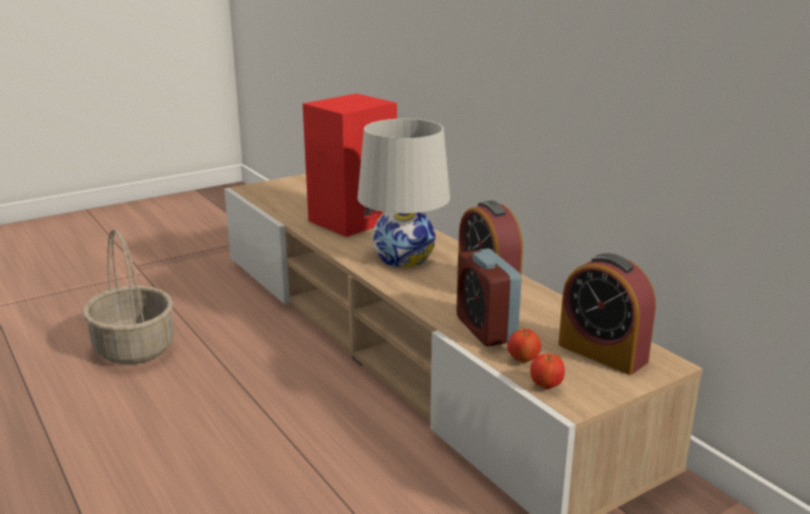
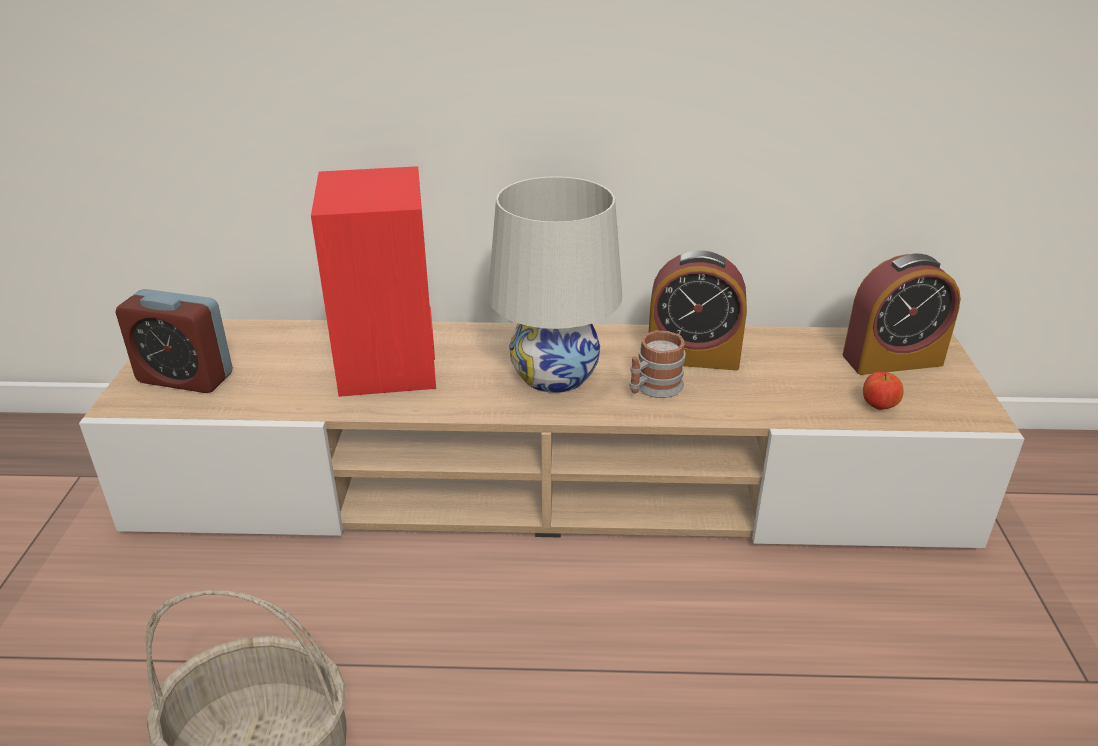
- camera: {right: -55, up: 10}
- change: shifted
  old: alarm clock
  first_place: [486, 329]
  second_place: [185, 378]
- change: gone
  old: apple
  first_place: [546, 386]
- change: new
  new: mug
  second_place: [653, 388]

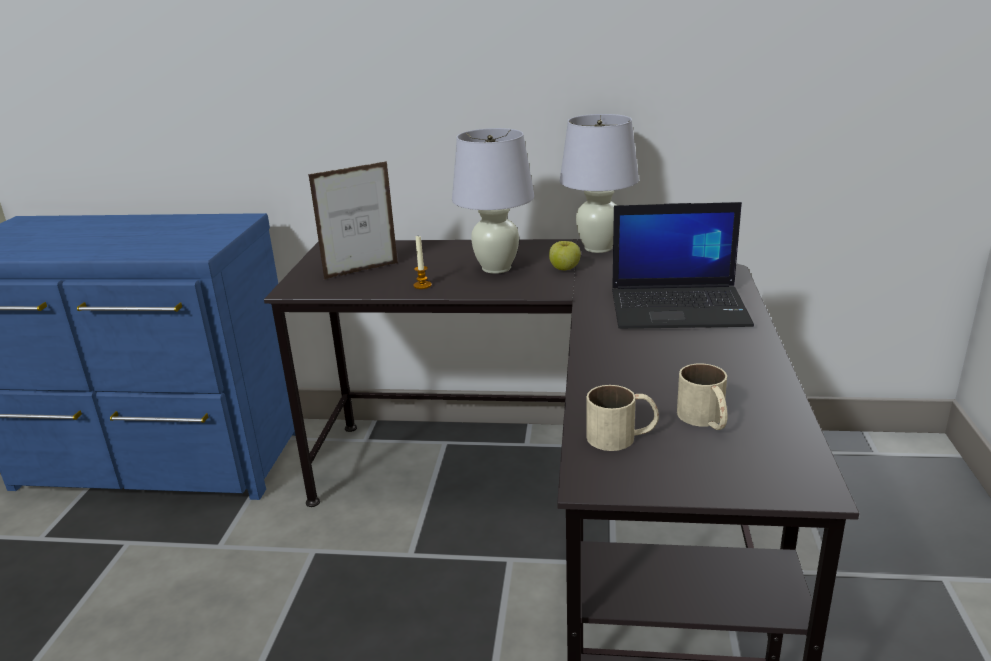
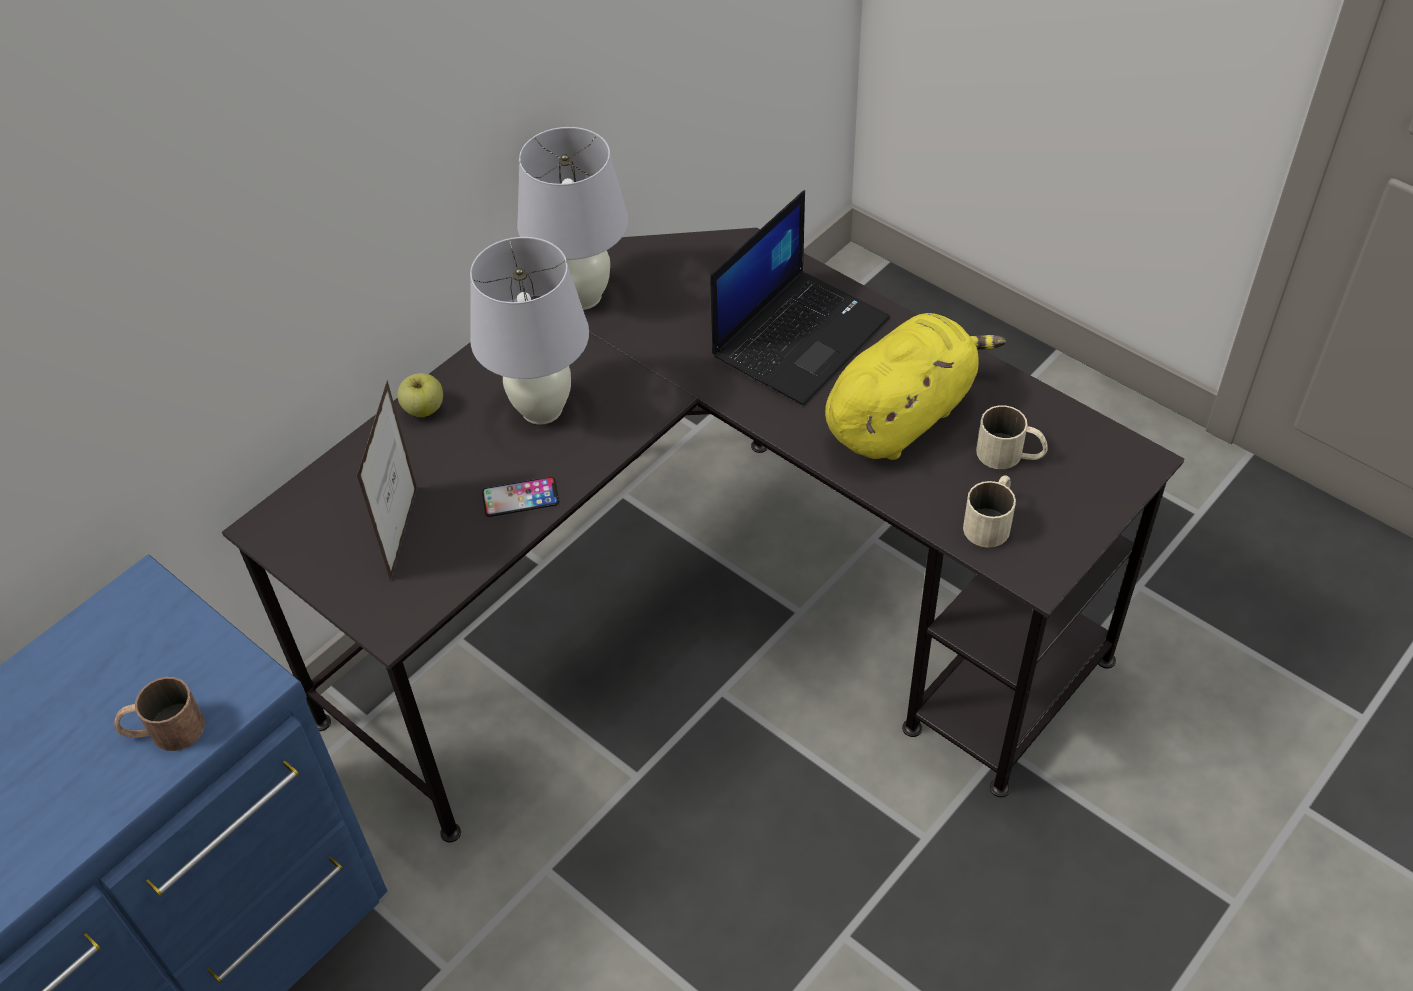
- camera: {right: -55, up: 25}
- change: swapped
  old: candle
  new: phone
  first_place: [422, 285]
  second_place: [520, 497]
- change: shifted
  old: apple
  first_place: [565, 268]
  second_place: [424, 409]
- change: new
  new: brown mug
  second_place: [164, 731]
- change: new
  new: yellow plush toy
  second_place: [902, 415]

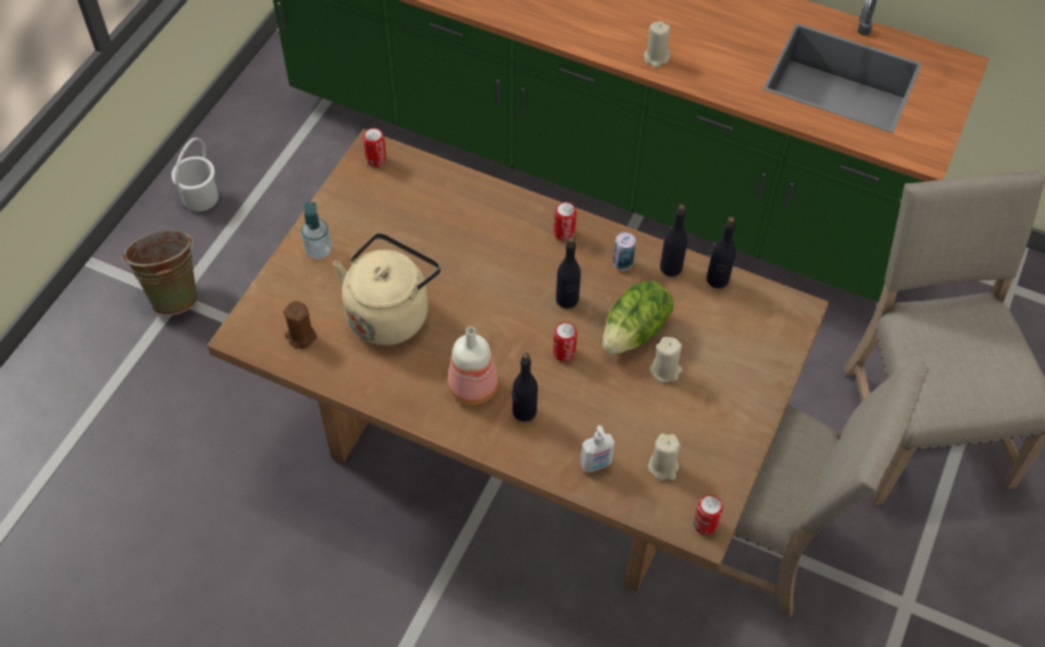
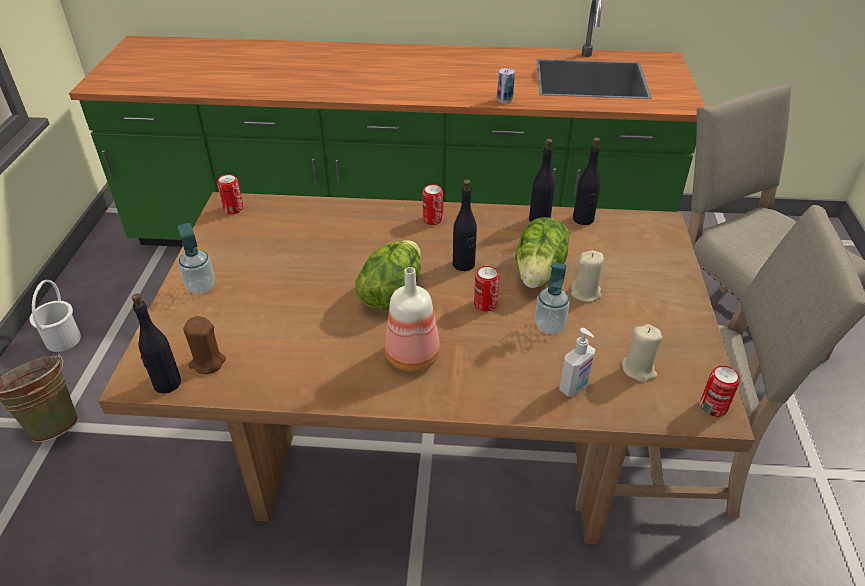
- camera: {right: -20, up: -15}
- change: gone
  old: beige kettle
  first_place: [390, 312]
- change: shifted
  old: black bottle
  first_place: [524, 411]
  second_place: [167, 384]
- change: shifted
  old: can
  first_place: [622, 263]
  second_place: [504, 100]
- change: gone
  old: beige candle
  first_place: [656, 57]
- change: new
  new: lettuce
  second_place: [390, 293]
- change: new
  new: soap dispenser
  second_place: [549, 326]

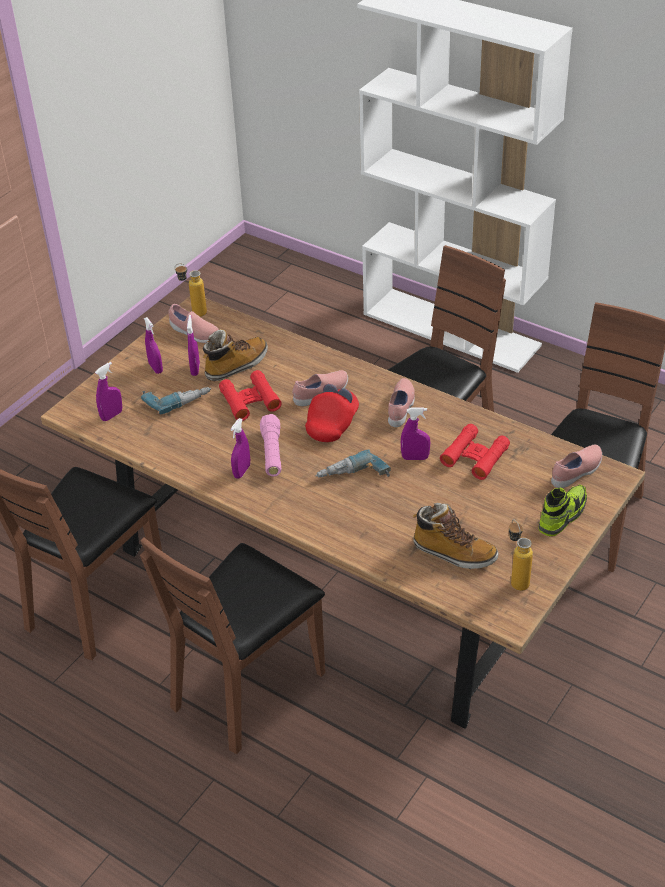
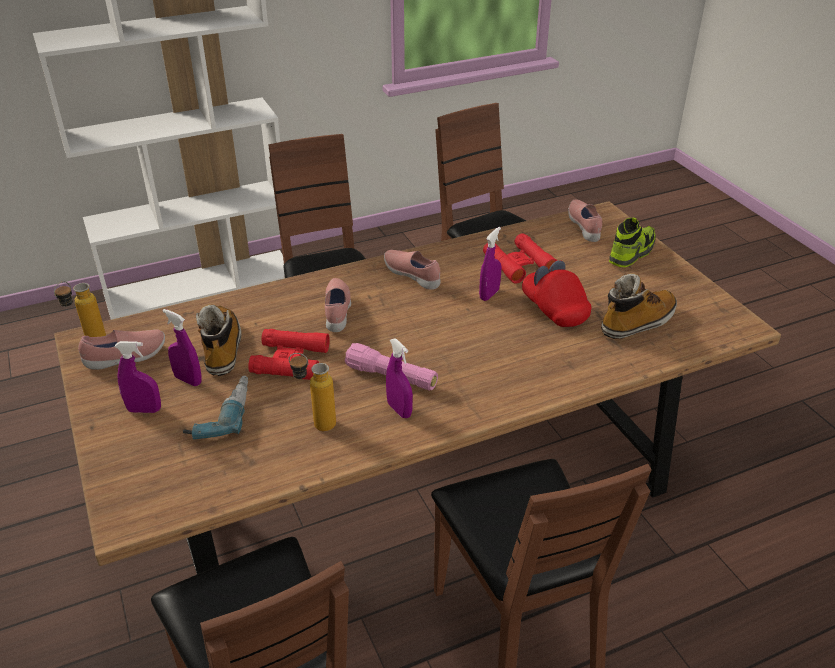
- camera: {right: -60, up: -5}
- change: gone
  old: purple spray bottle
  first_place: [112, 415]
- change: shifted
  old: red cap
  first_place: [332, 424]
  second_place: [554, 309]
- change: gone
  old: power drill
  first_place: [353, 478]
- change: shifted
  old: bottle
  first_place: [516, 579]
  second_place: [316, 424]
- change: rotated
  old: shoe
  first_place: [562, 515]
  second_place: [631, 253]
  degrees: 60

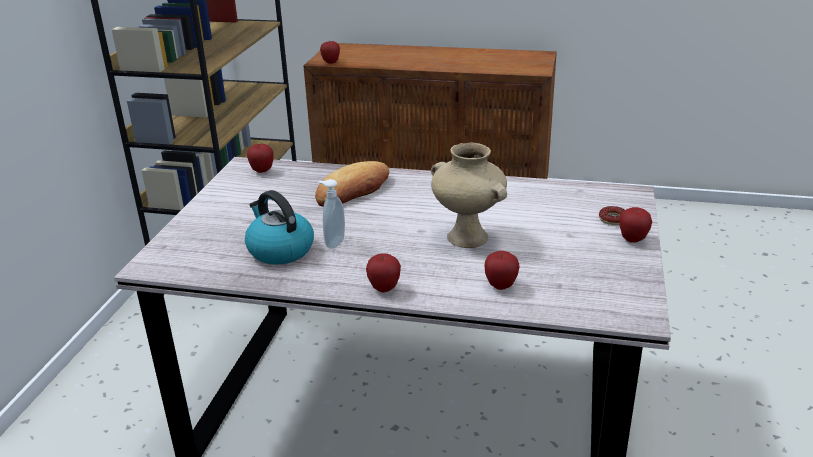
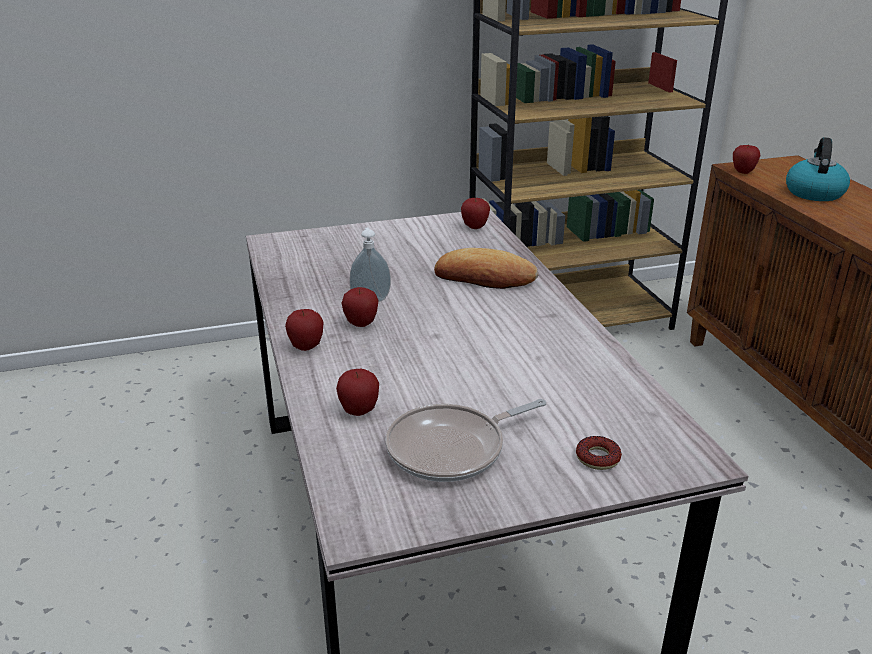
- camera: {right: 60, up: 0}
- change: shifted
  old: kettle
  first_place: [279, 250]
  second_place: [813, 192]
- change: gone
  old: beige vase
  first_place: [469, 237]
- change: shifted
  old: apple
  first_place: [633, 240]
  second_place: [361, 324]
- change: new
  new: frying pan
  second_place: [452, 449]

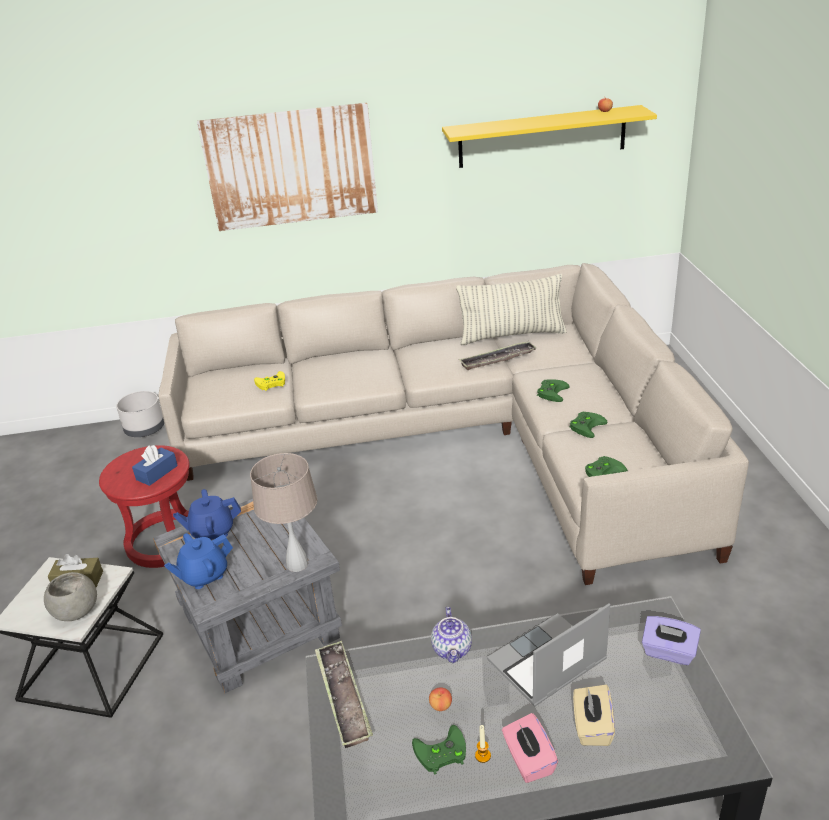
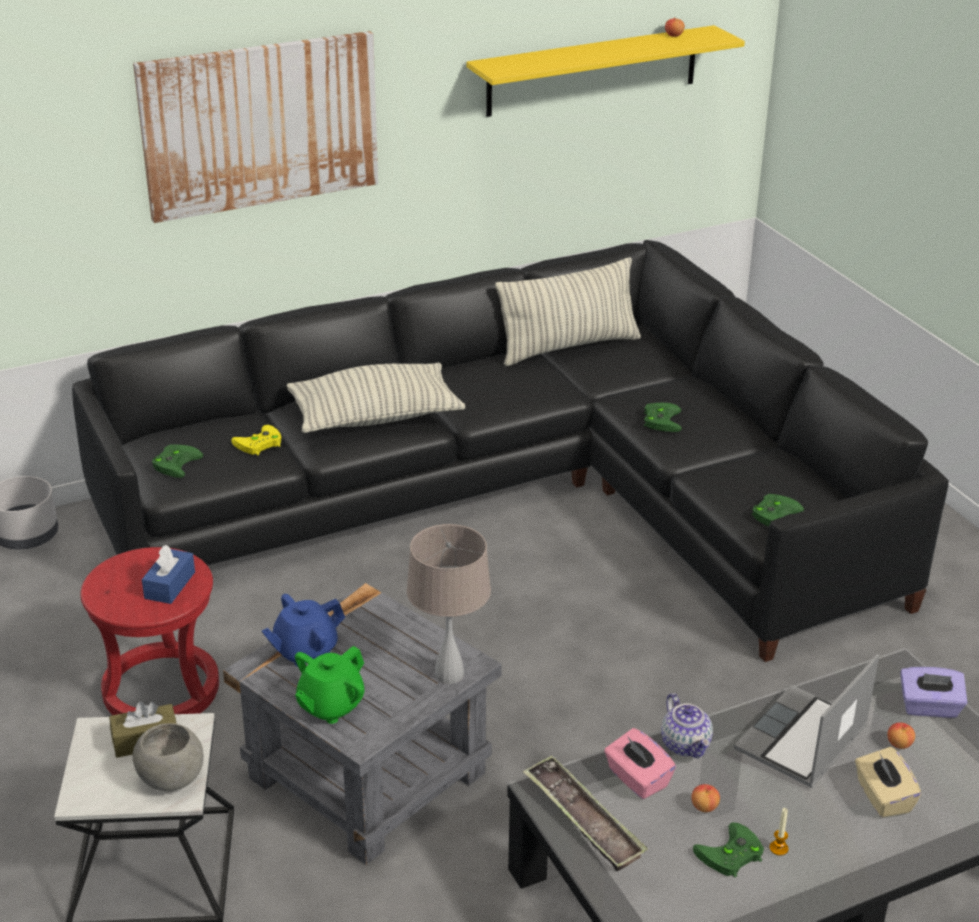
- camera: {right: -20, up: 0}
- change: repainted
  old: beige sofa
  new: black sofa
  first_place: [463, 438]
  second_place: [523, 498]
- change: repainted
  old: blue teapot
  new: green teapot
  first_place: [204, 575]
  second_place: [330, 706]
- change: gone
  old: tray
  first_place: [497, 359]
- change: shifted
  old: pink tissue box
  first_place: [528, 760]
  second_place: [637, 779]
- change: shifted
  old: green game controller
  first_place: [586, 425]
  second_place: [175, 462]
- change: new
  new: pillow
  second_place: [375, 417]
- change: new
  new: apple
  second_place: [899, 744]

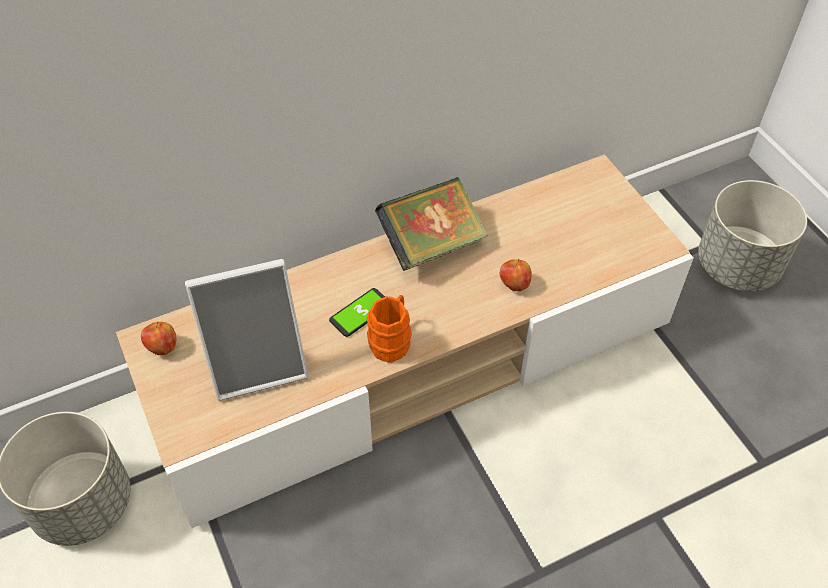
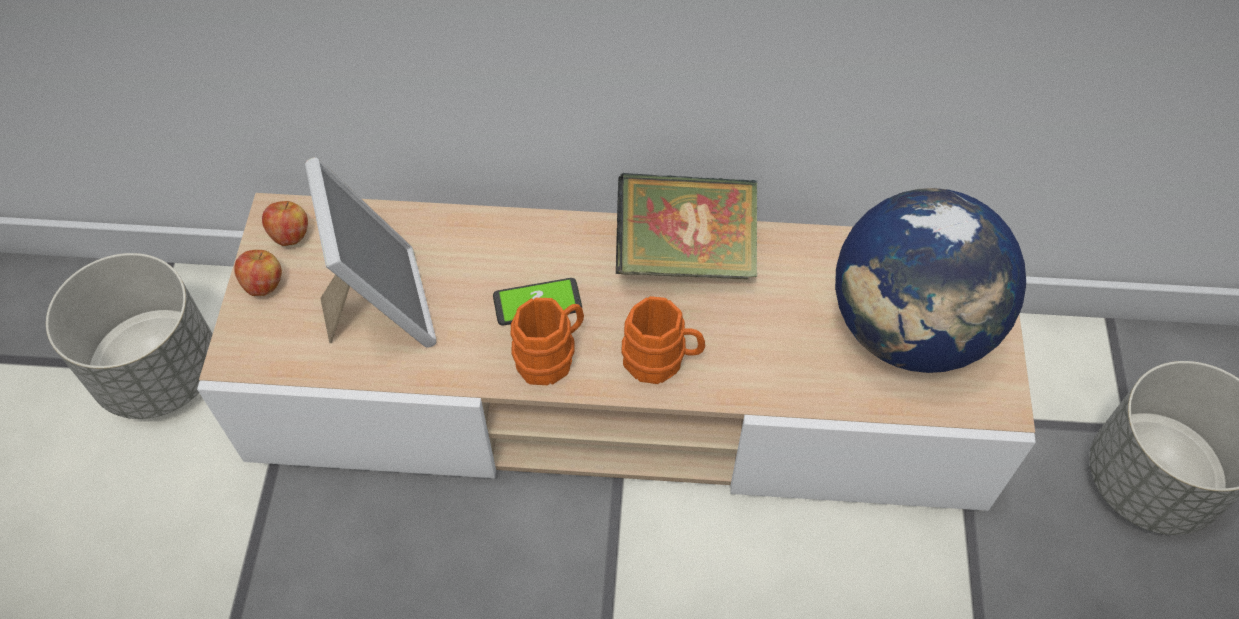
- camera: {right: 30, up: 5}
- change: rotated
  old: picture frame
  first_place: [258, 363]
  second_place: [379, 306]
  degrees: -120
- change: shifted
  old: apple
  first_place: [514, 284]
  second_place: [264, 284]
- change: new
  new: orange mug
  second_place: [662, 360]
- change: new
  new: globe
  second_place: [909, 329]

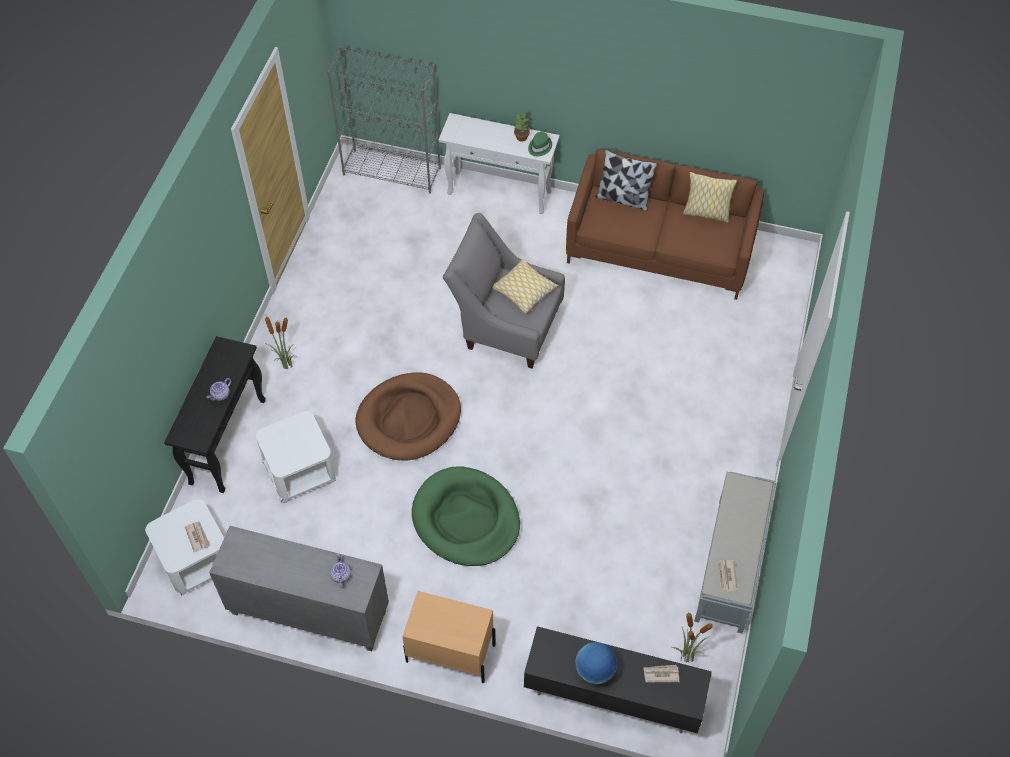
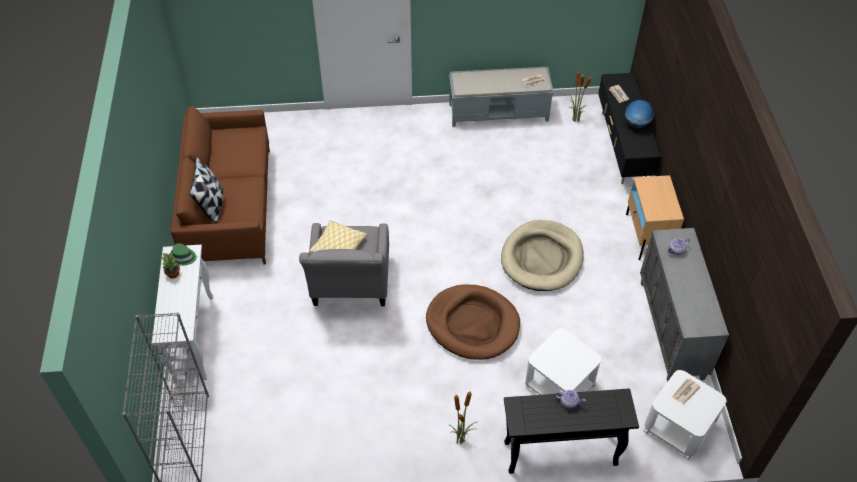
- camera: {right: -110, up: -5}
- change: repainted
  old: green dog bed
  new: beige dog bed
  first_place: [466, 519]
  second_place: [542, 258]
- change: gone
  old: pillow
  first_place: [706, 213]

